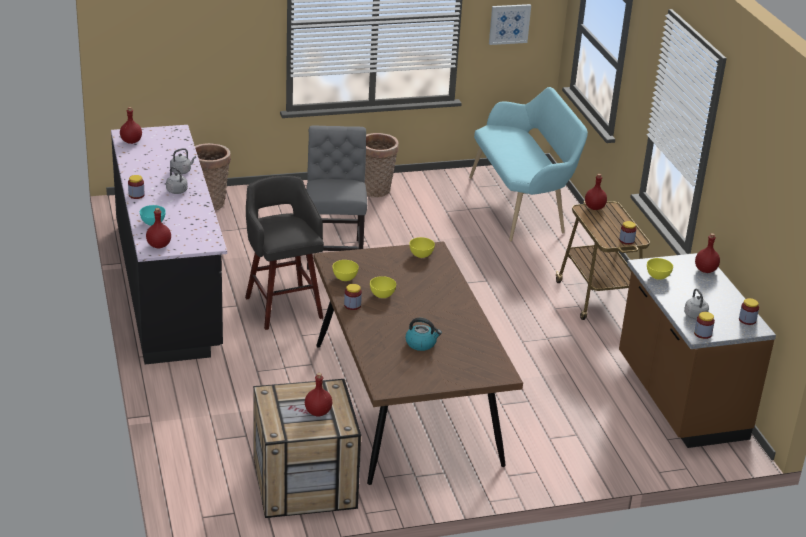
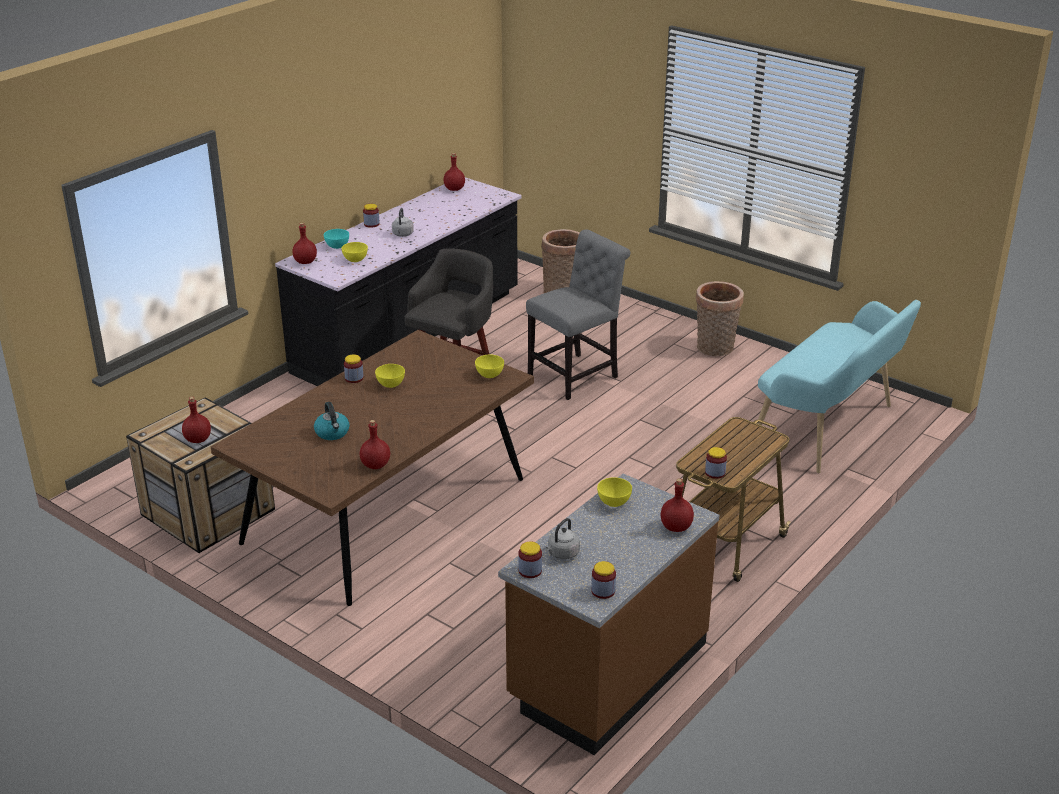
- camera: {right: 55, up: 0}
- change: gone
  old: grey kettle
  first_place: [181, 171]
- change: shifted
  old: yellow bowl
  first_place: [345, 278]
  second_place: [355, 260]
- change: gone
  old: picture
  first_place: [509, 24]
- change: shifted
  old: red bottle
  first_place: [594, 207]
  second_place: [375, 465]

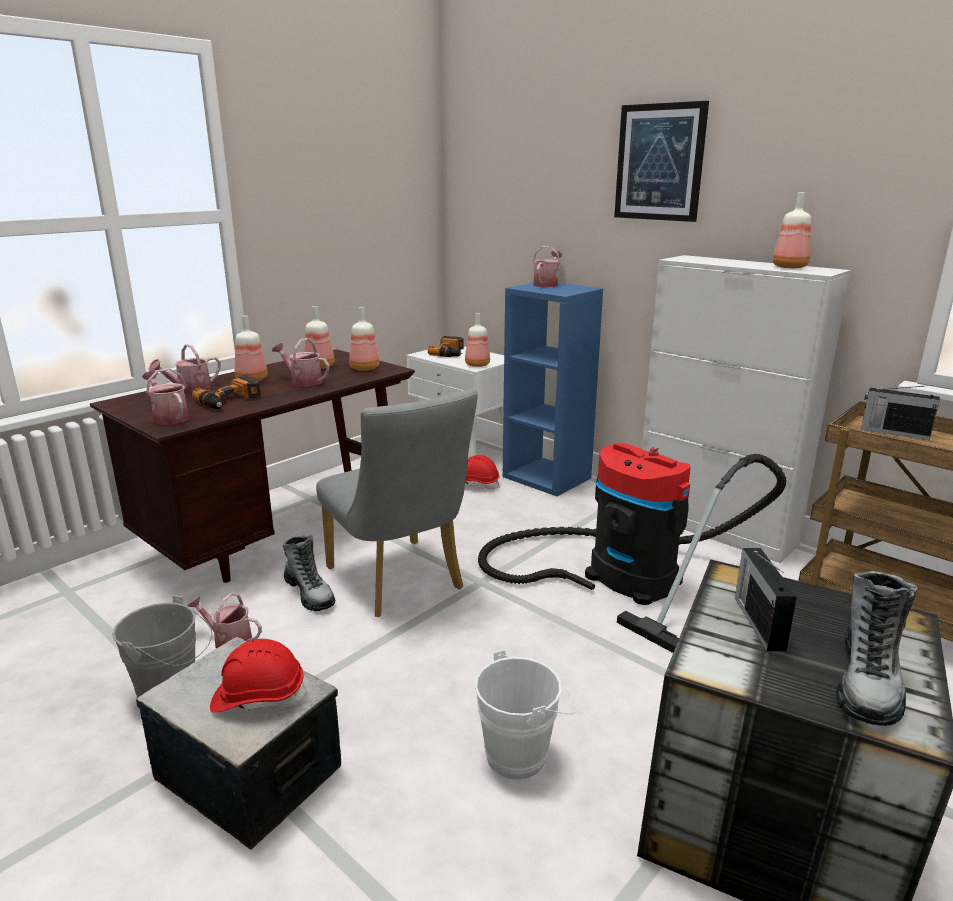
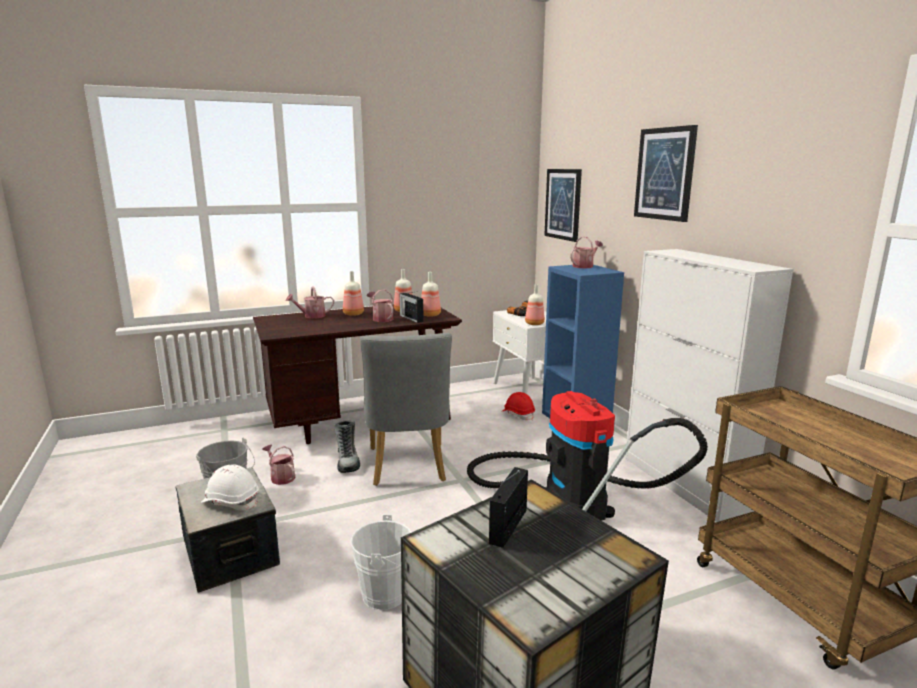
- camera: {right: 25, up: -5}
- change: gone
  old: watering can
  first_place: [169, 417]
- change: gone
  old: power drill
  first_place: [230, 401]
- change: repainted
  old: red hard hat
  new: white hard hat
  first_place: [258, 697]
  second_place: [231, 501]
- change: gone
  old: bottle
  first_place: [788, 267]
- change: gone
  old: boot
  first_place: [867, 682]
- change: shifted
  old: radio
  first_place: [893, 432]
  second_place: [411, 318]
- change: new
  new: picture
  second_place: [563, 204]

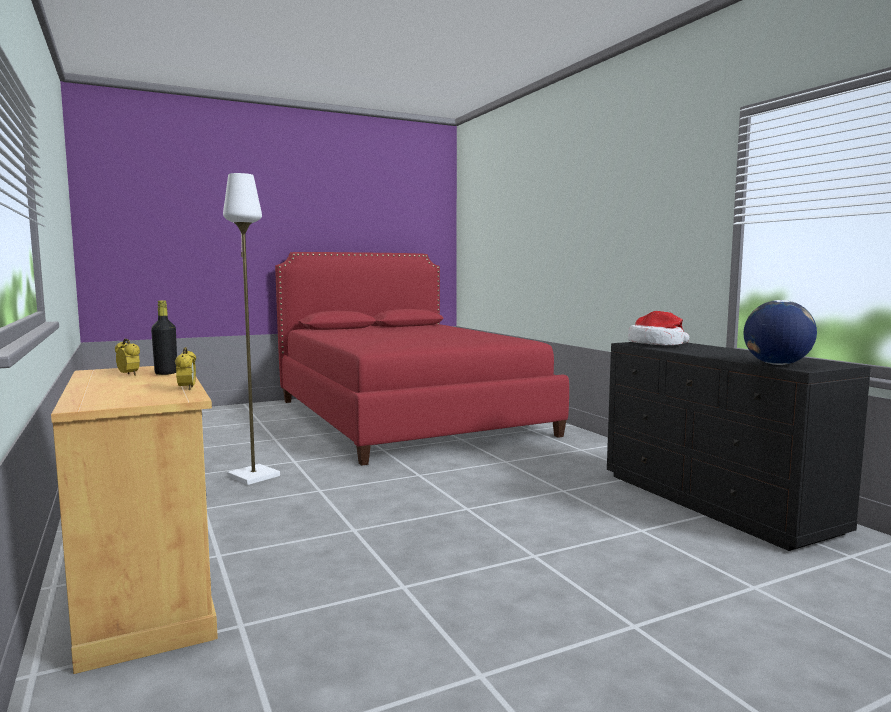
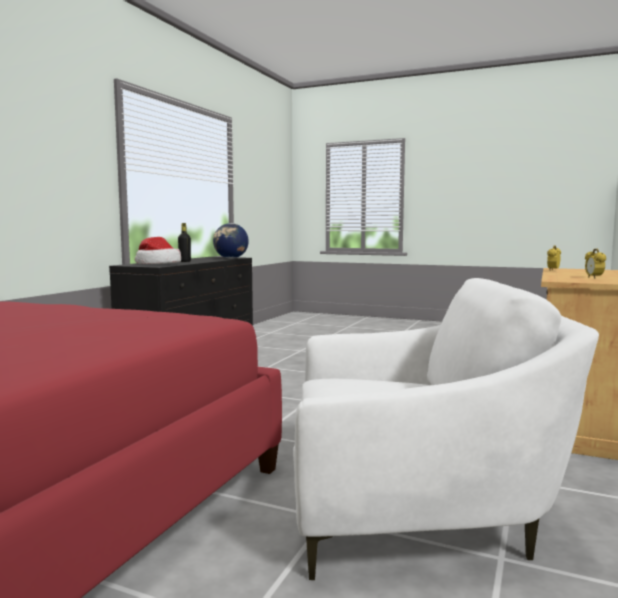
- camera: {right: -130, up: 0}
- change: shifted
  old: black bottle
  first_place: [166, 373]
  second_place: [184, 261]
- change: swapped
  old: white floor lamp
  new: white armchair
  first_place: [252, 476]
  second_place: [417, 509]

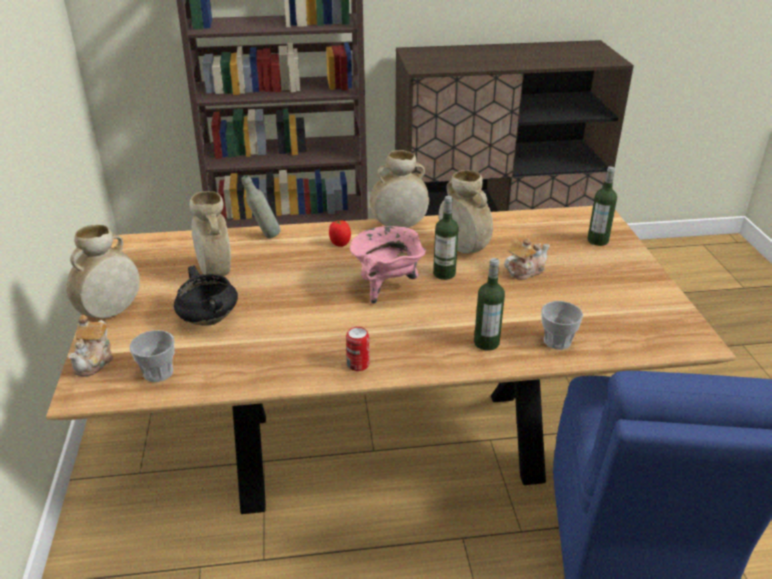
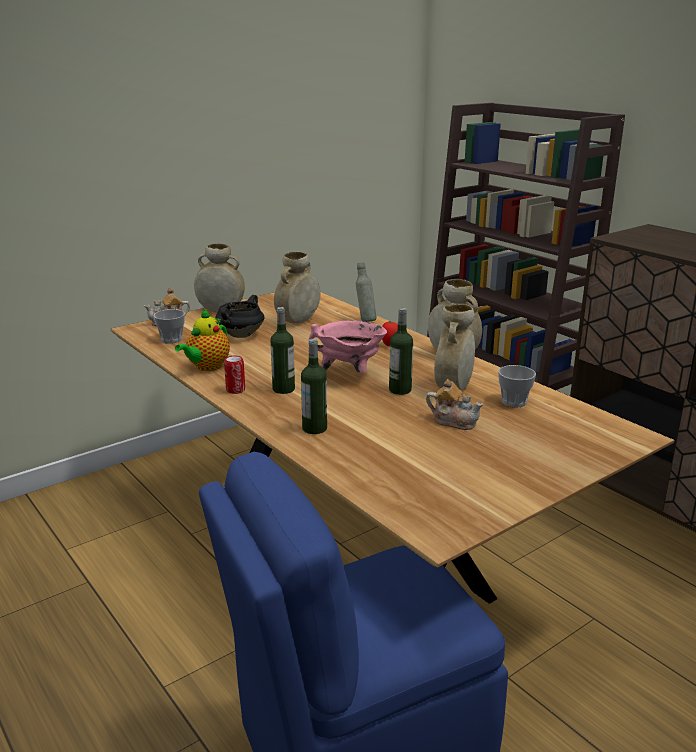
- camera: {right: 60, up: -10}
- change: shifted
  old: cup
  first_place: [557, 341]
  second_place: [514, 402]
- change: shifted
  old: bottle
  first_place: [597, 240]
  second_place: [283, 389]
- change: new
  new: teapot
  second_place: [207, 367]

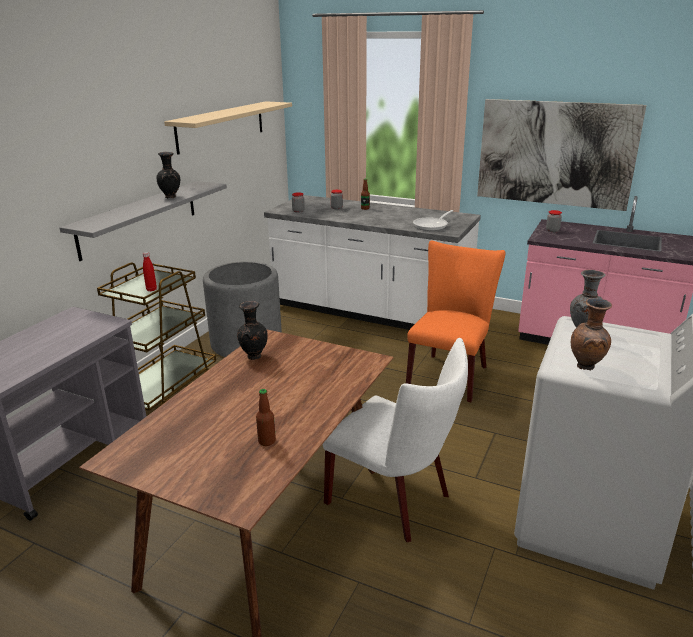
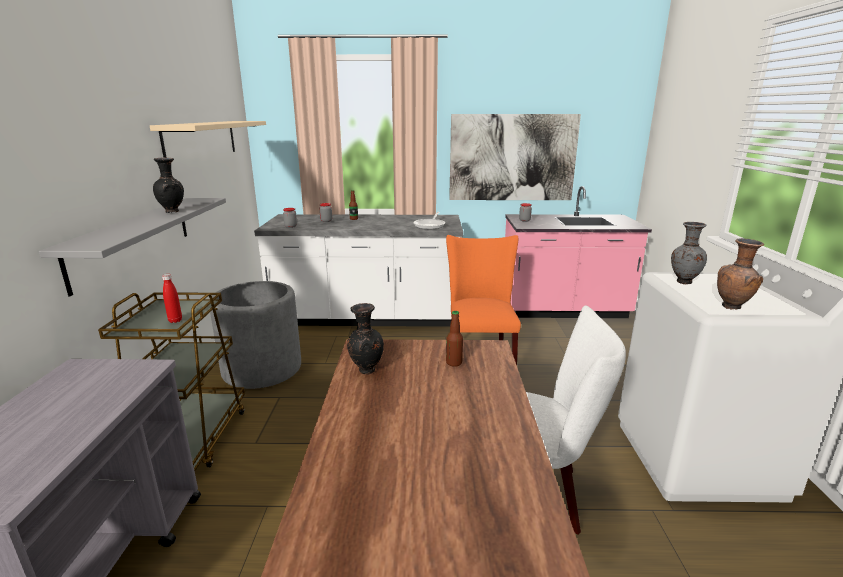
- camera: {right: -25, up: -5}
- change: shifted
  old: bottle
  first_place: [267, 441]
  second_place: [454, 363]

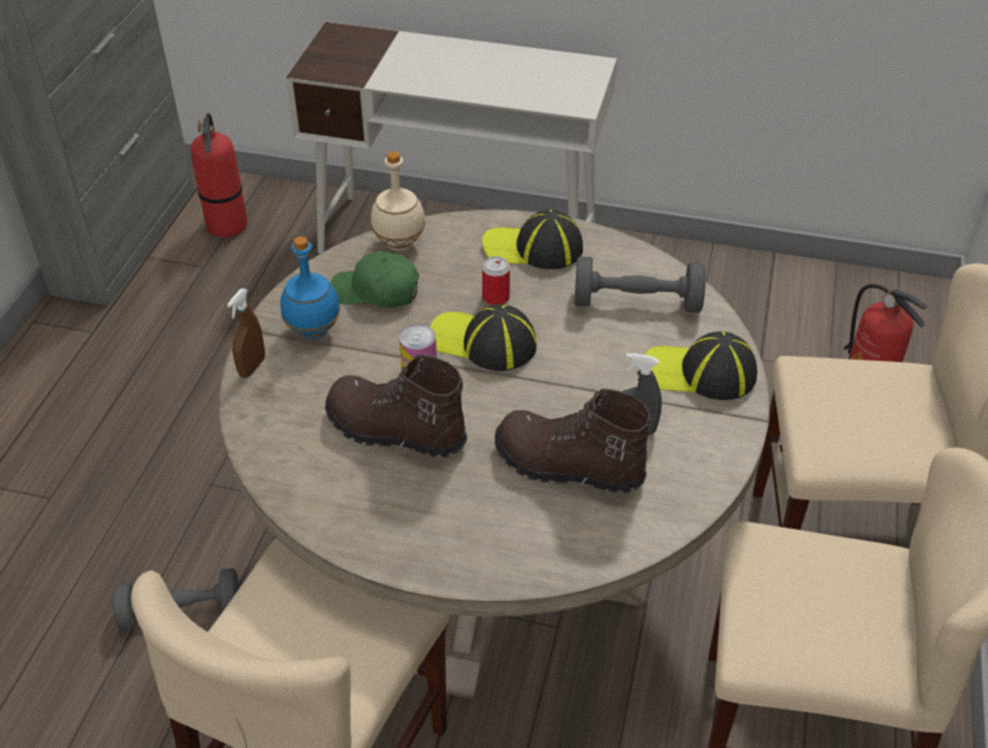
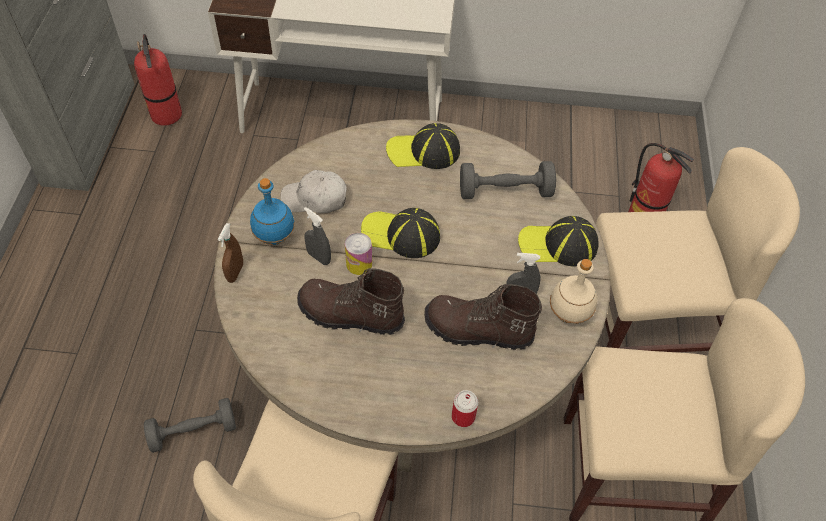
- camera: {right: -10, up: 10}
- change: repainted
  old: green cap
  new: white cap
  first_place: [376, 291]
  second_place: [315, 199]
- change: shifted
  old: beige bottle
  first_place: [400, 244]
  second_place: [569, 315]
- change: shifted
  old: can
  first_place: [495, 298]
  second_place: [463, 416]
- change: new
  new: grey spray bottle
  second_place: [319, 257]

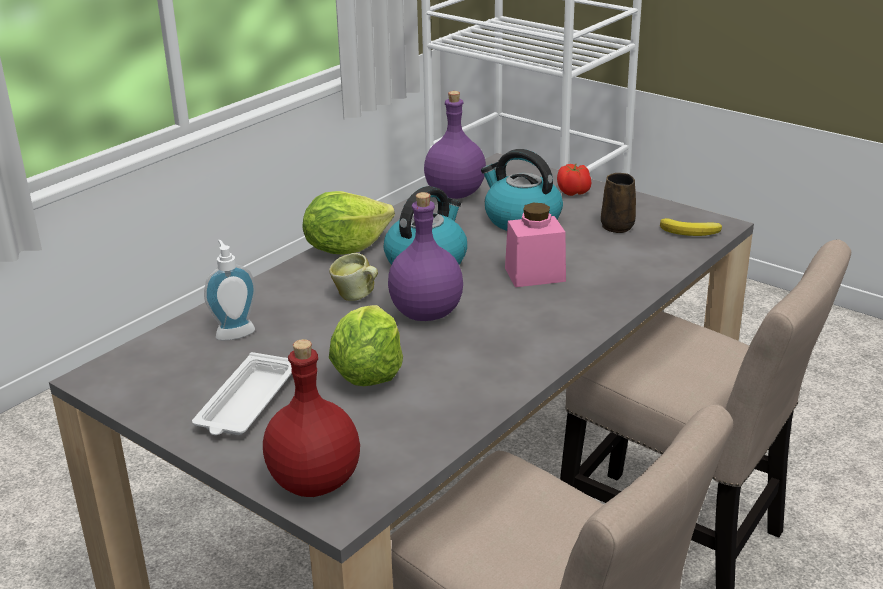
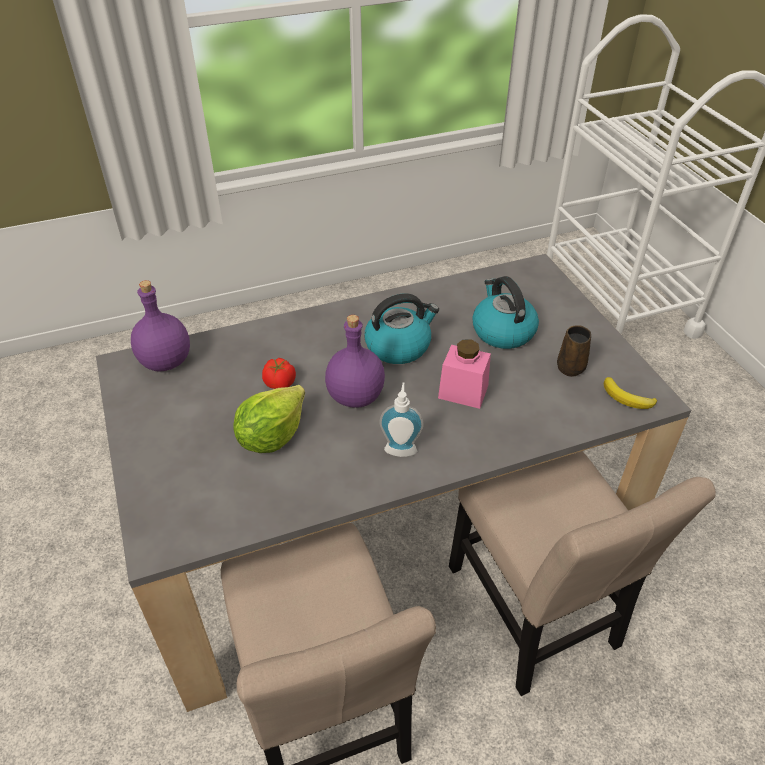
- camera: {right: 30, up: 15}
- change: gone
  old: white tray
  first_place: [247, 403]
- change: shifted
  old: soap dispenser
  first_place: [234, 332]
  second_place: [401, 447]
- change: gone
  old: red bottle
  first_place: [315, 483]
- change: gone
  old: lettuce
  first_place: [345, 248]
- change: gone
  old: mug
  first_place: [357, 297]
- change: shifted
  old: purple bottle
  first_place: [456, 193]
  second_place: [167, 361]
- change: shifted
  old: tomato
  first_place: [574, 192]
  second_place: [280, 384]

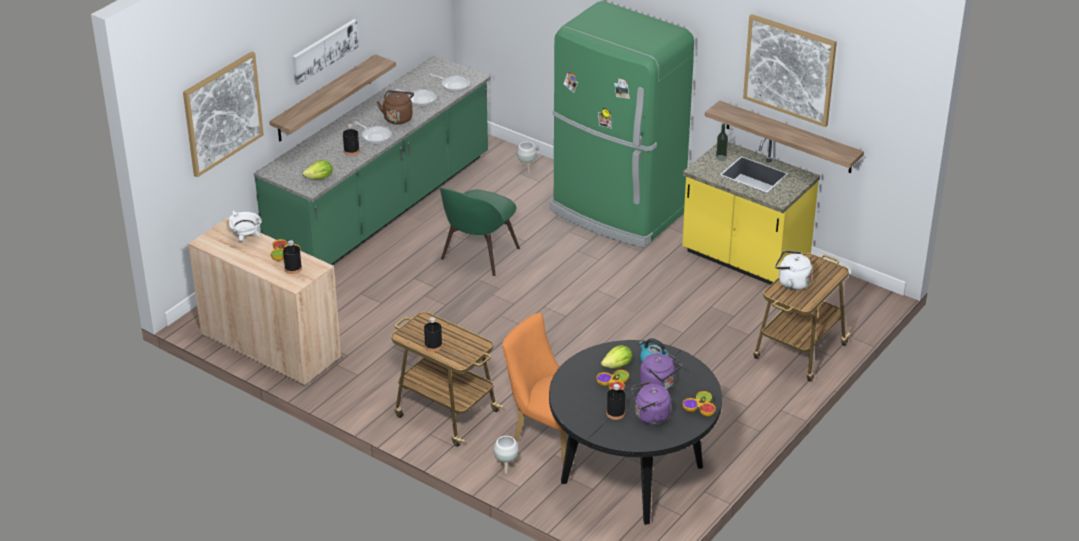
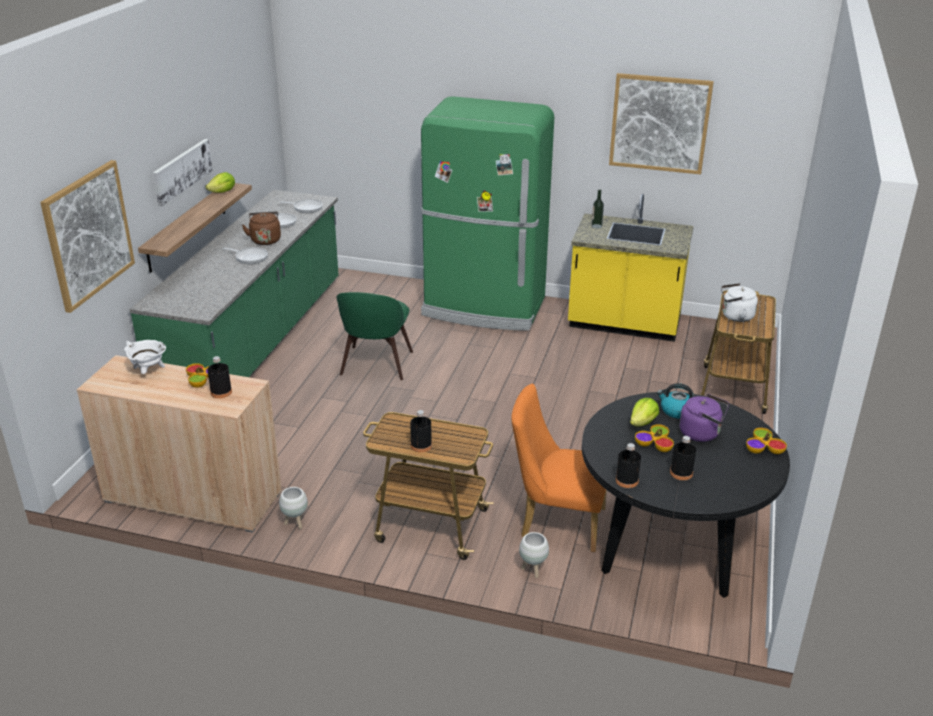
- camera: {right: -20, up: -5}
- change: shifted
  old: lettuce
  first_place: [319, 178]
  second_place: [223, 192]
- change: shifted
  old: black bottle
  first_place: [351, 151]
  second_place: [627, 480]
- change: shifted
  old: white planter
  first_place: [526, 169]
  second_place: [295, 523]
- change: gone
  old: purple kettle
  first_place: [650, 417]
- change: gone
  old: shelf
  first_place: [789, 137]

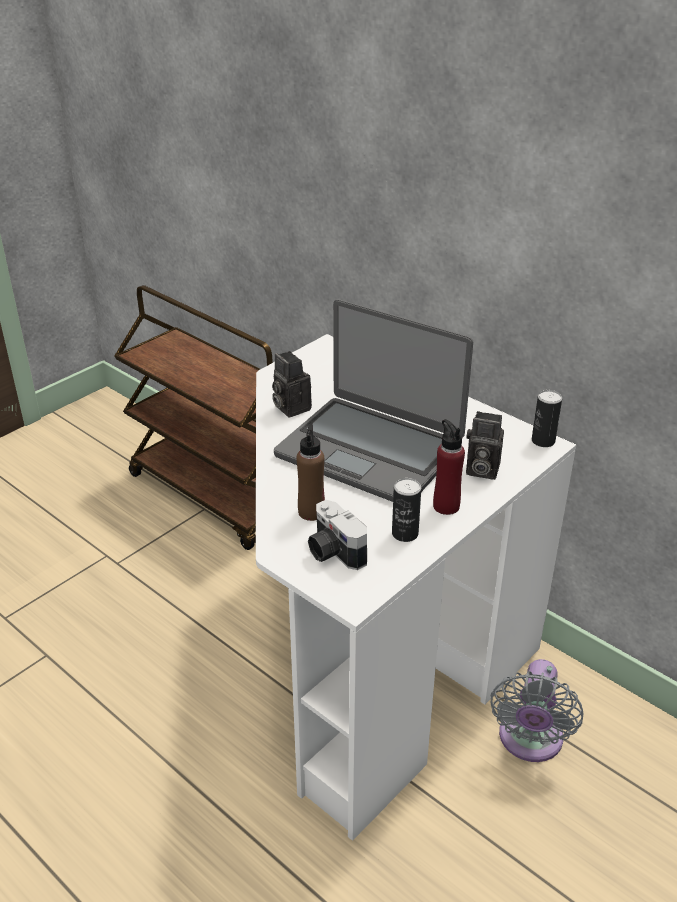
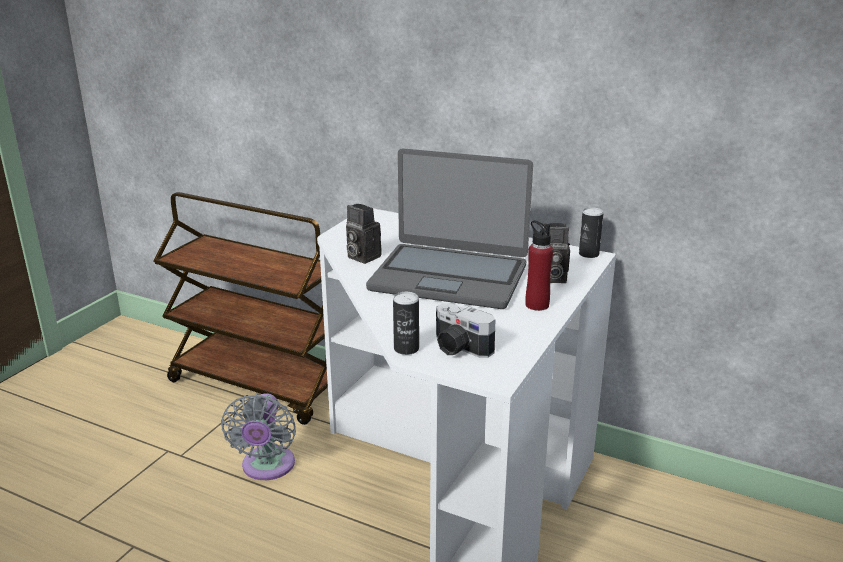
- camera: {right: -15, up: -10}
- change: gone
  old: brown bottle
  first_place: [311, 512]
- change: shifted
  old: can
  first_place: [405, 533]
  second_place: [406, 349]
- change: shifted
  old: grey fan
  first_place: [529, 741]
  second_place: [267, 467]

